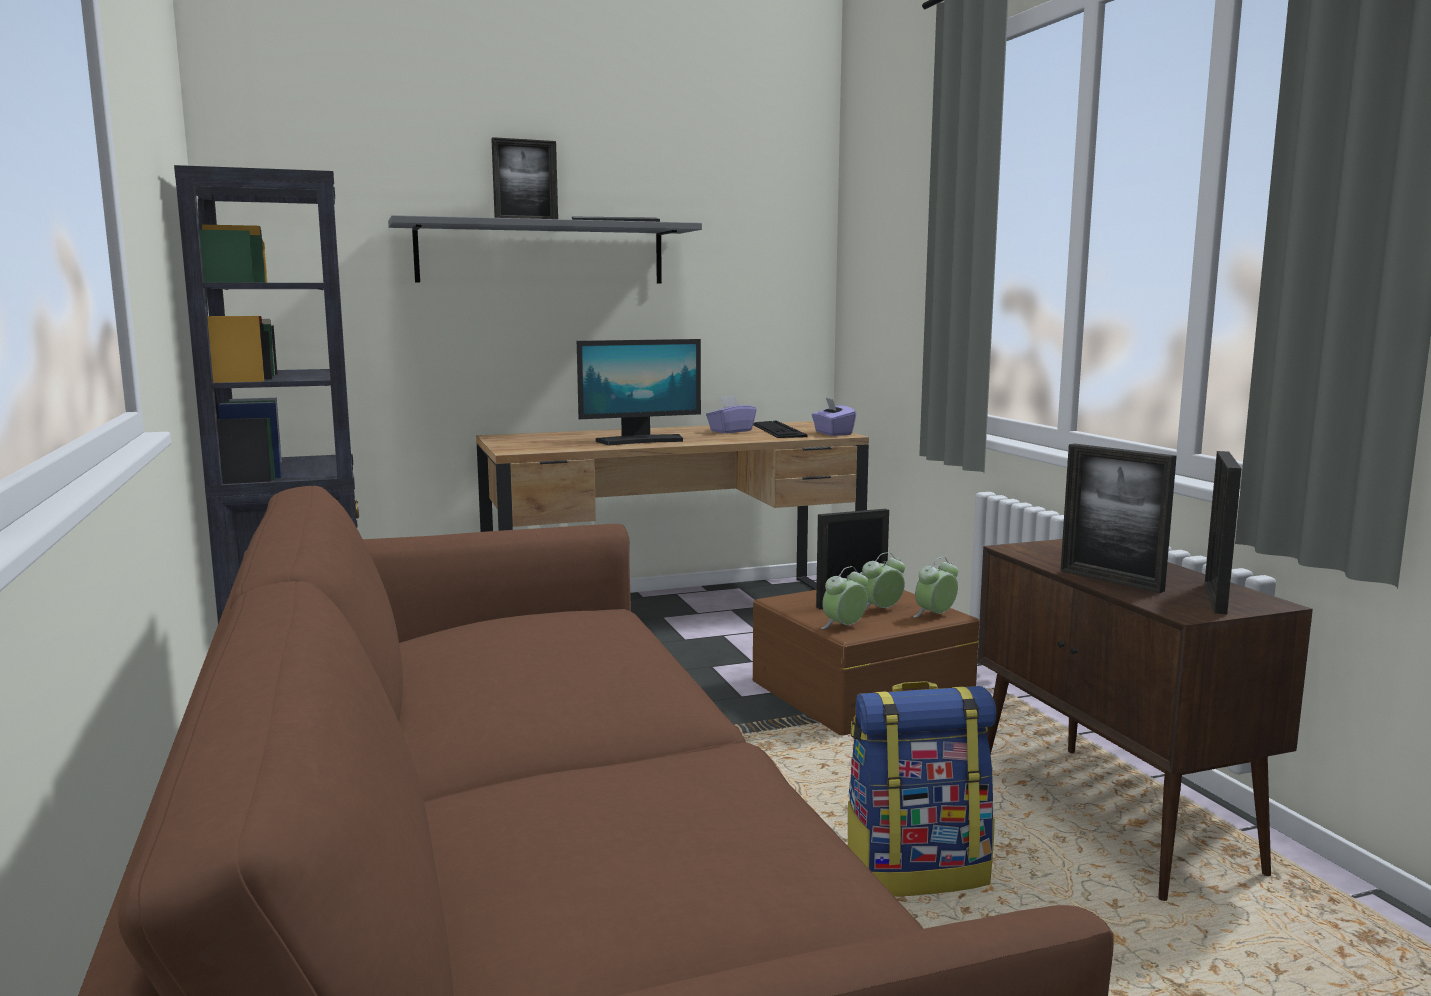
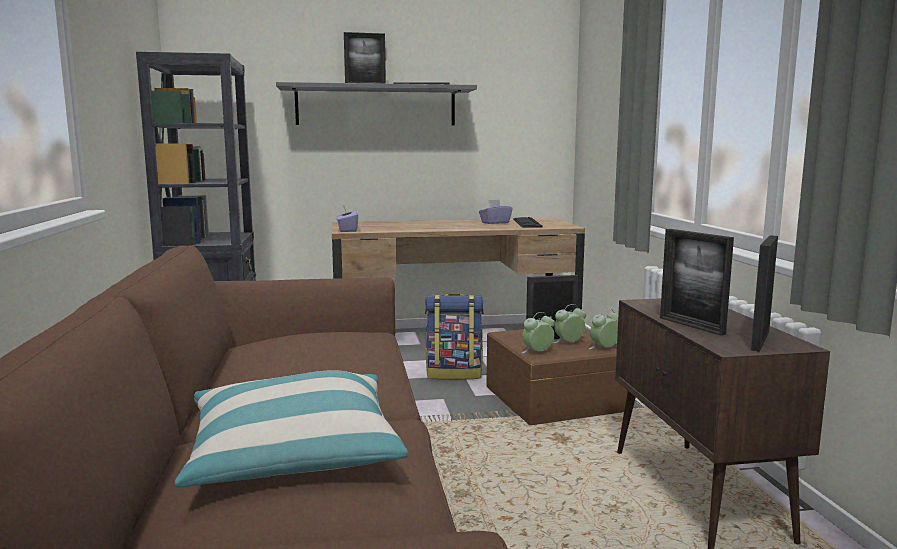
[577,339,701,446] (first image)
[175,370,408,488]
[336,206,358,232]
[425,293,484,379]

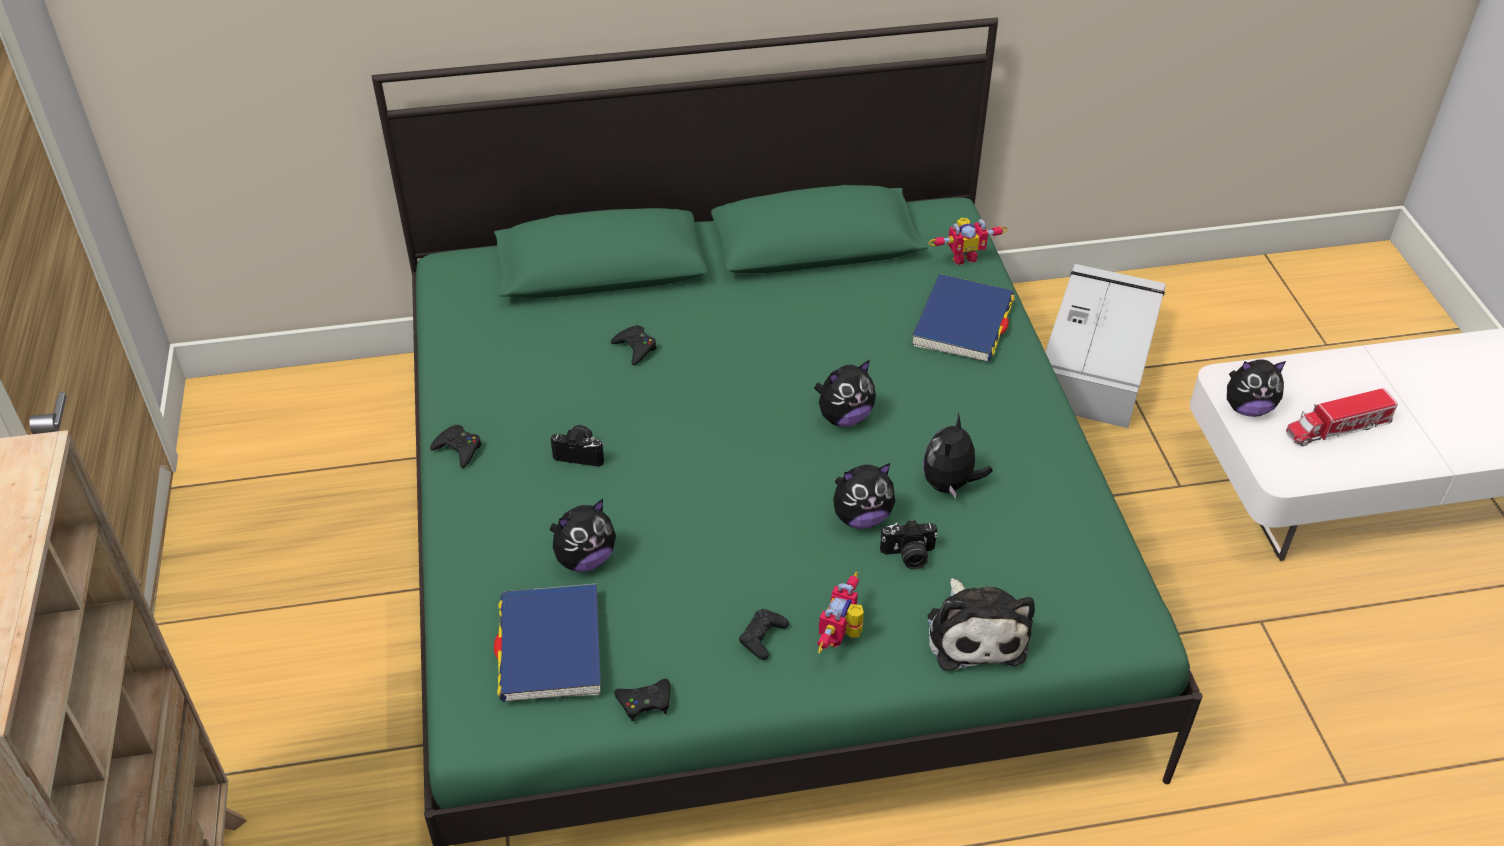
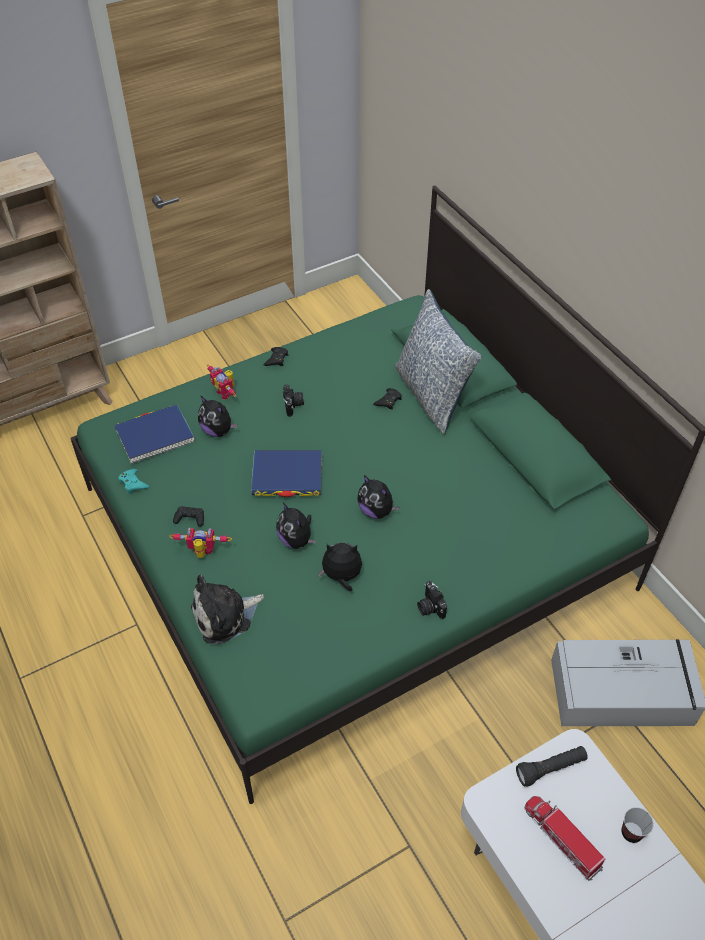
[395,289,482,435]
[621,807,653,843]
[417,581,447,619]
[251,450,322,497]
[207,365,236,400]
[516,746,588,787]
[119,469,149,494]

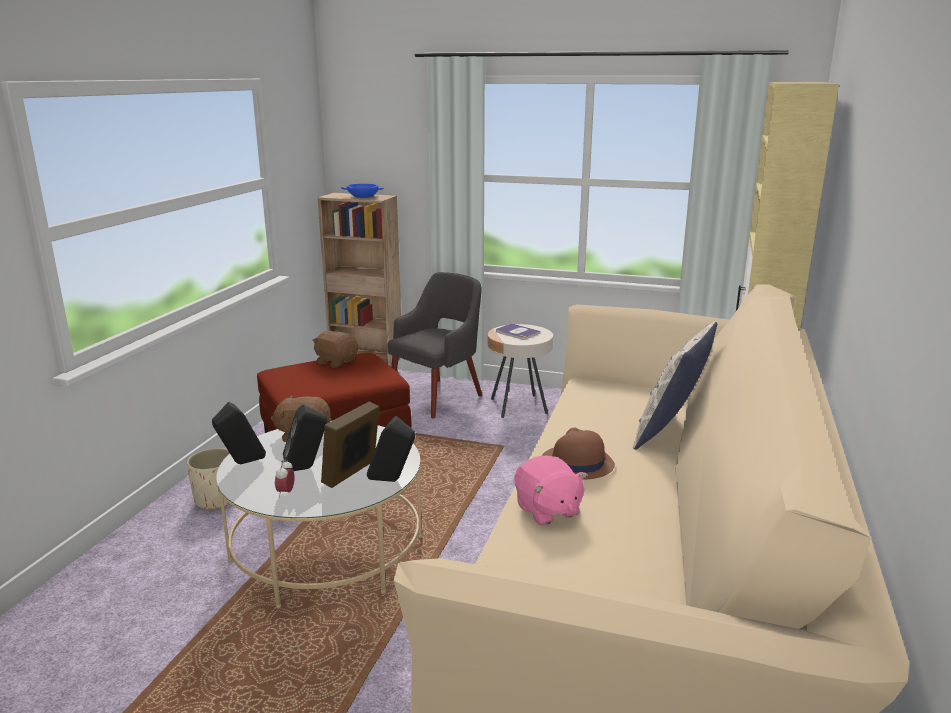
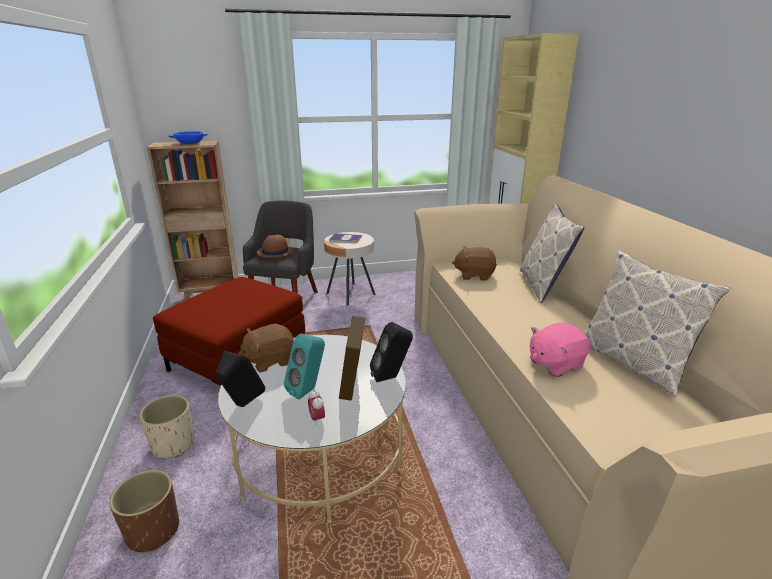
[109,470,179,553]
[585,250,730,397]
[452,246,497,281]
[256,235,293,258]
[284,334,325,400]
[530,323,591,377]

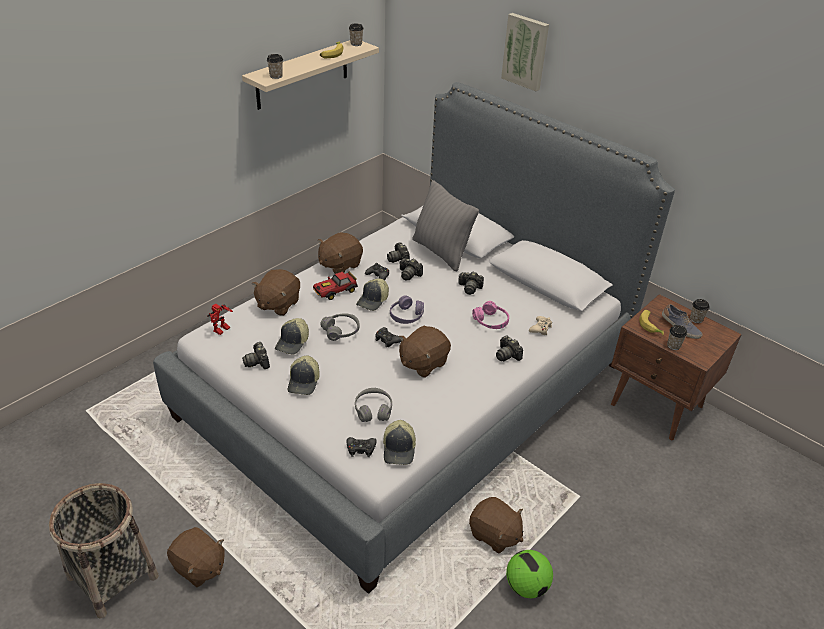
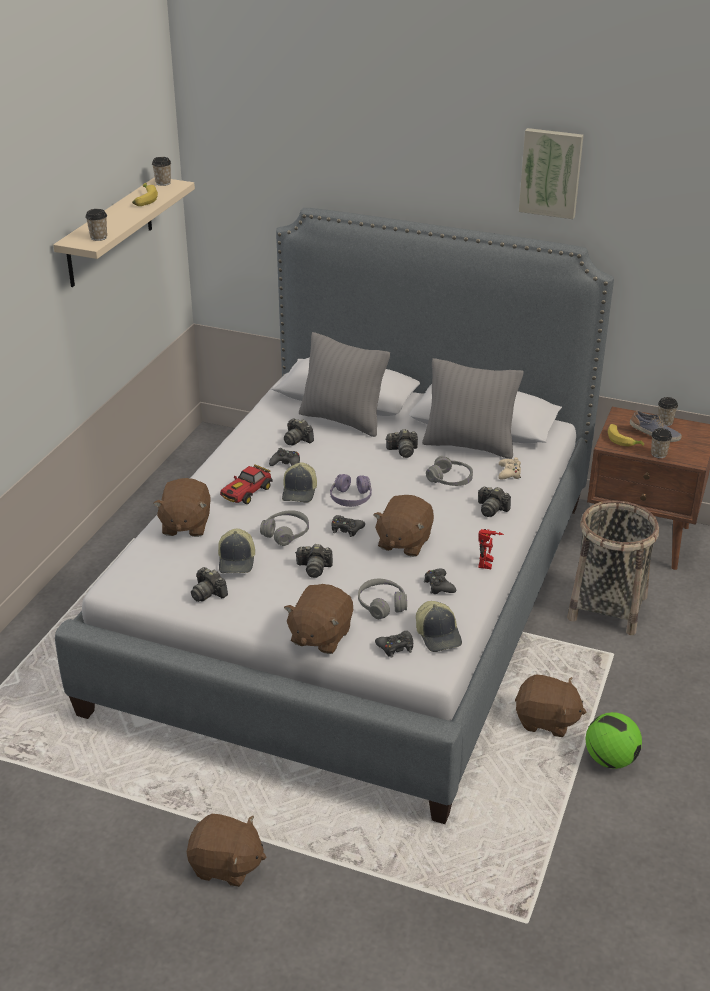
[288,356,320,395] (first image)
[422,358,523,459]
[424,569,456,594]
[567,501,659,635]
[478,529,504,569]
[284,584,353,654]
[296,544,333,578]
[519,128,583,219]
[426,456,473,486]

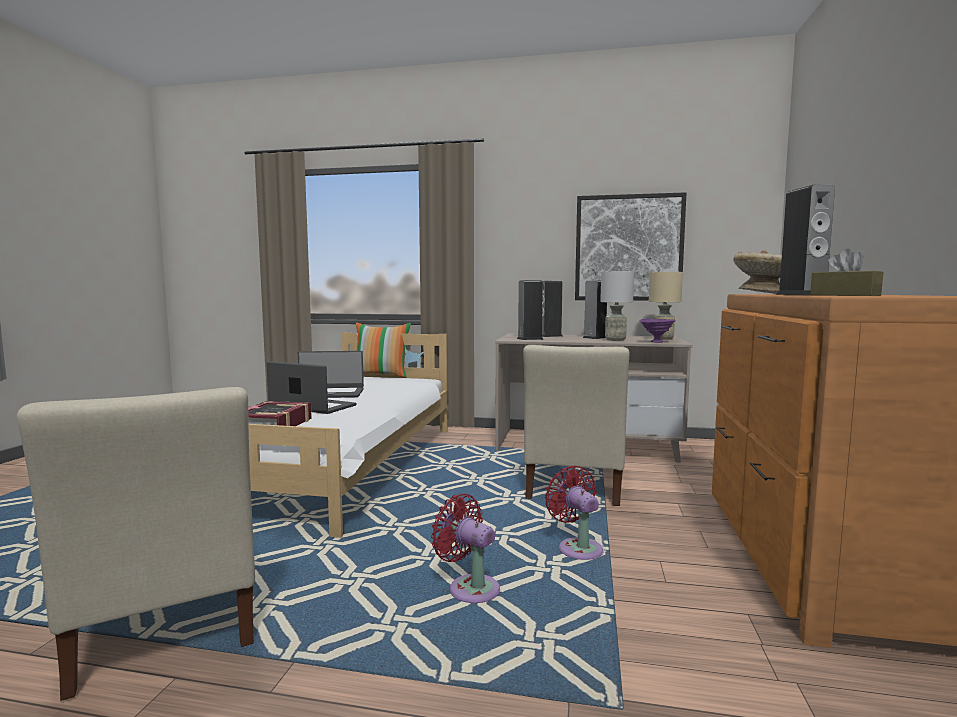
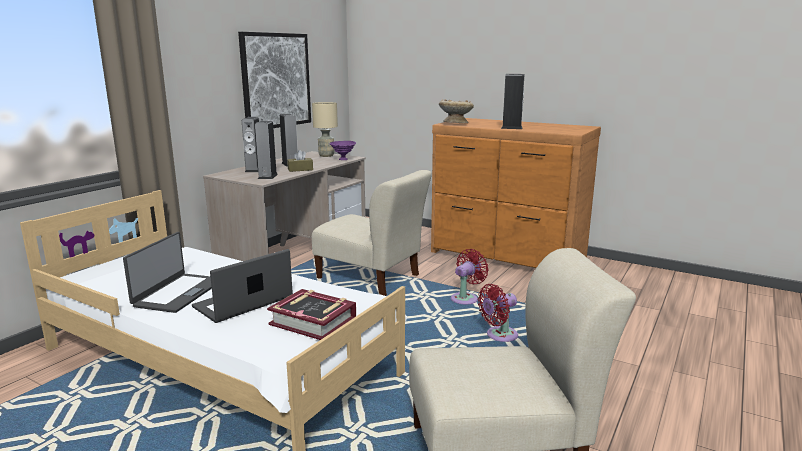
[356,323,411,378] (first image)
[600,271,634,341] (first image)
[287,150,313,172]
[451,249,489,304]

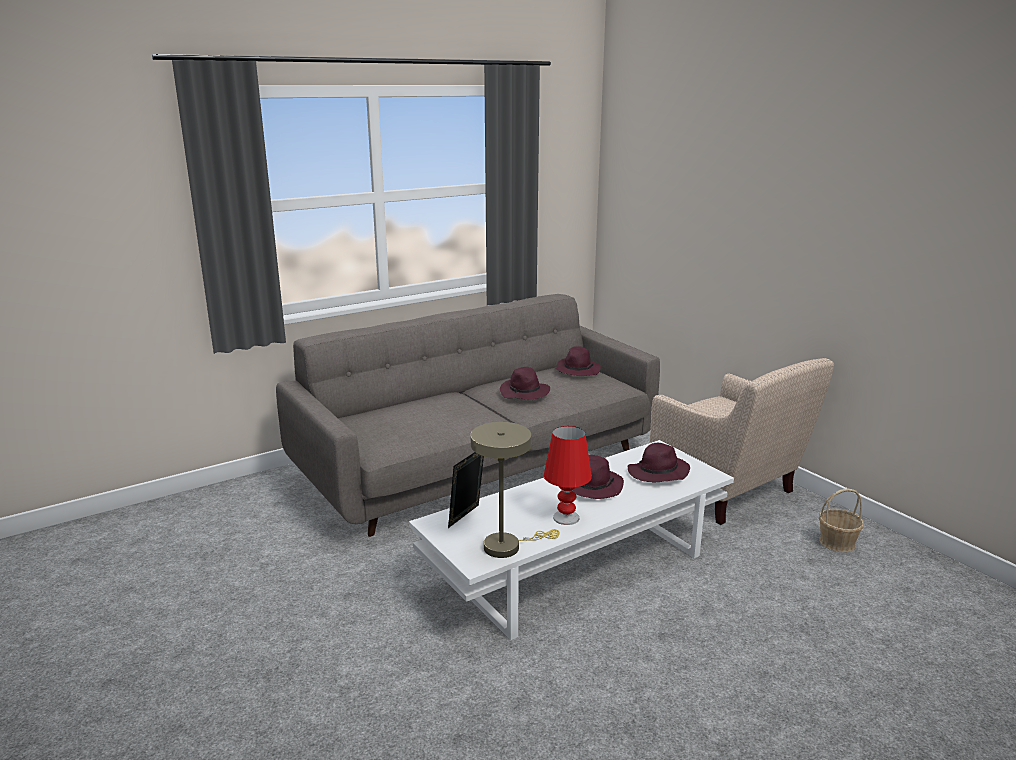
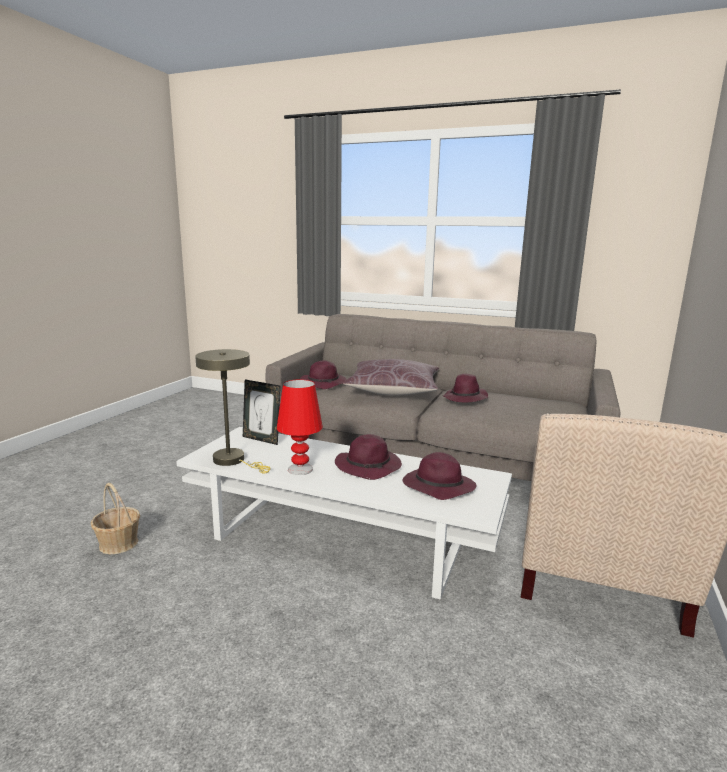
[343,359,439,396]
[300,360,347,389]
[91,483,140,554]
[243,379,281,445]

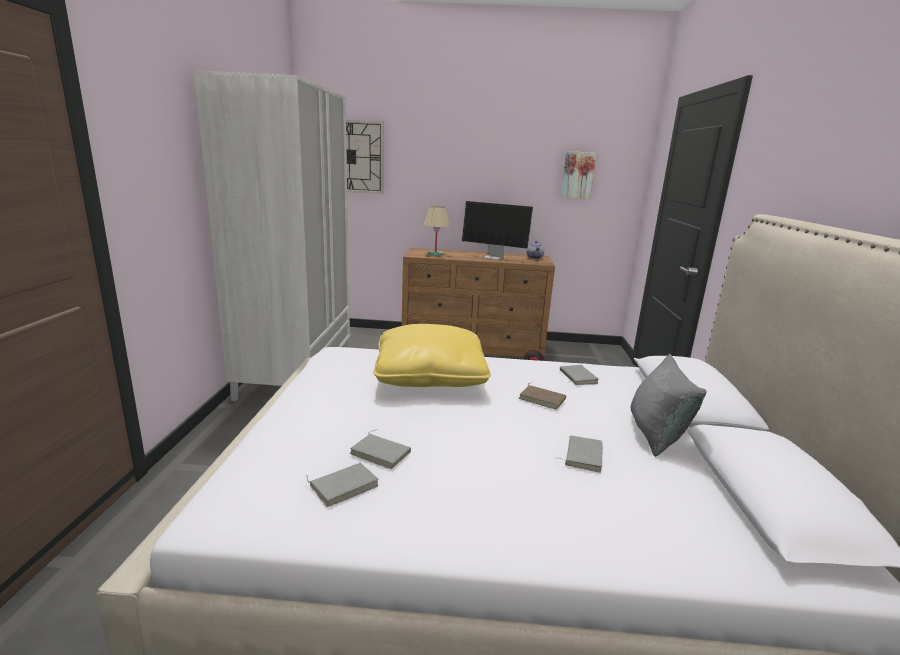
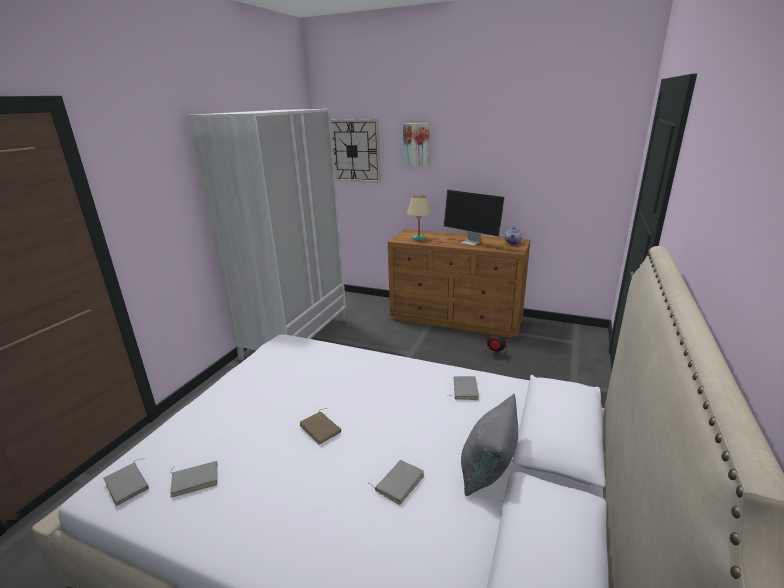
[373,324,491,387] (first image)
[103,458,149,506]
[300,408,341,444]
[403,123,430,166]

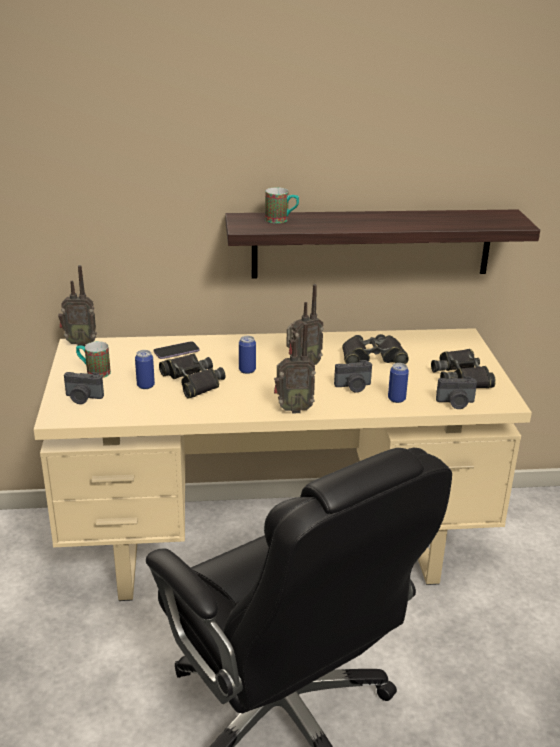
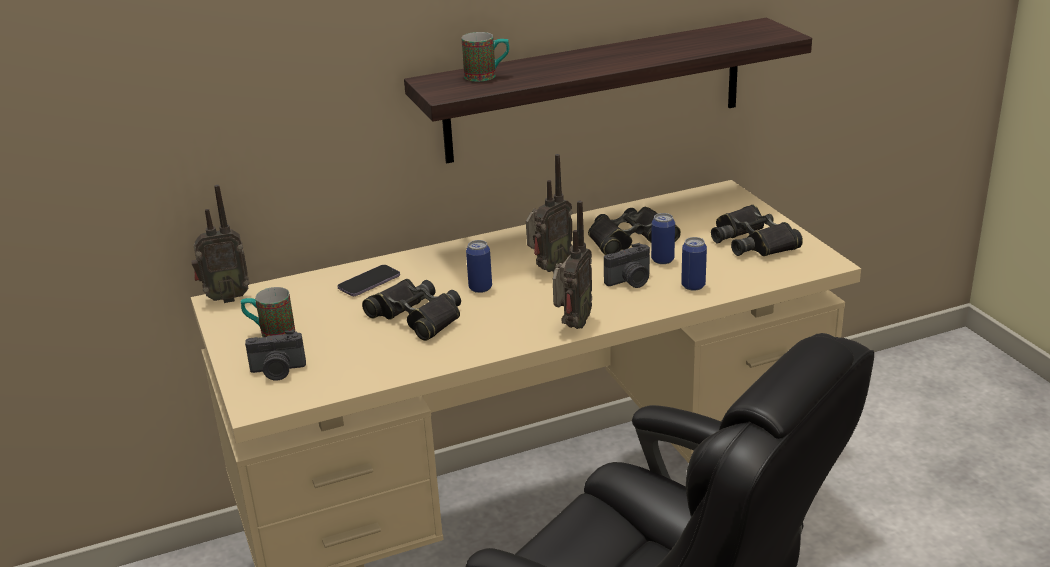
[436,376,477,409] (first image)
[651,213,675,264]
[553,201,592,329]

